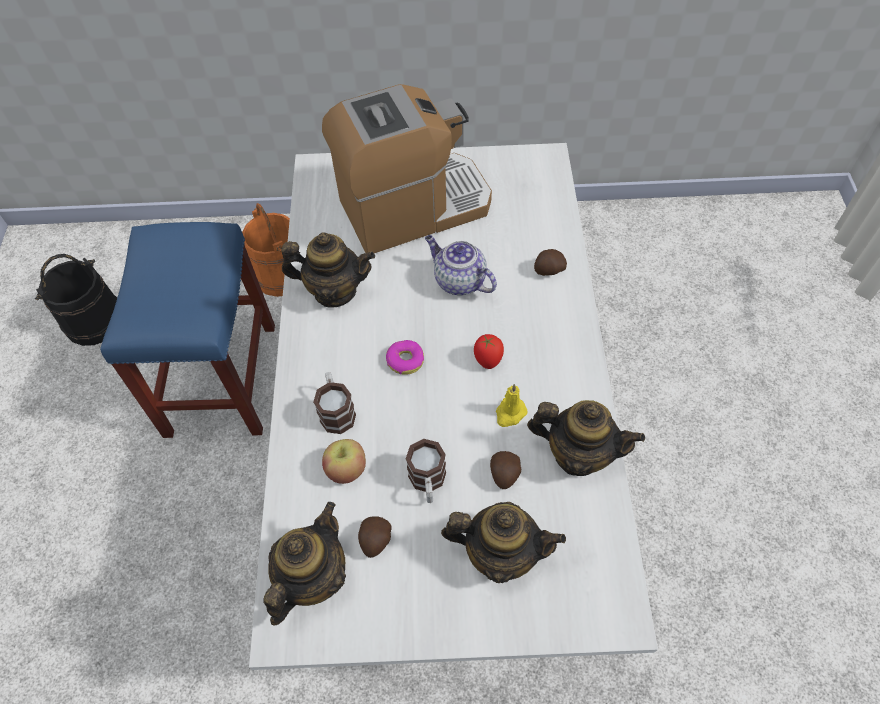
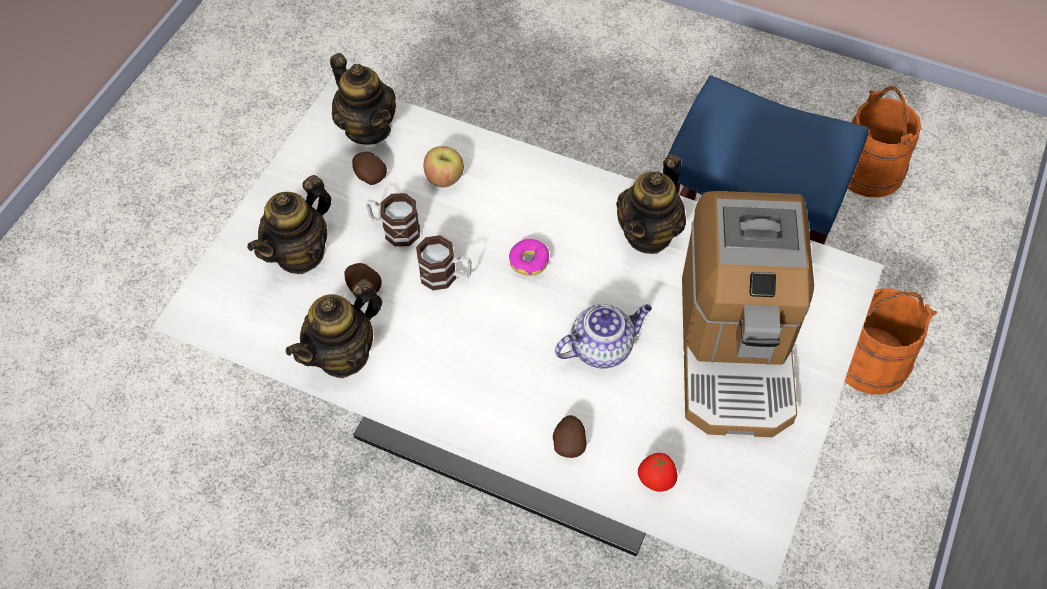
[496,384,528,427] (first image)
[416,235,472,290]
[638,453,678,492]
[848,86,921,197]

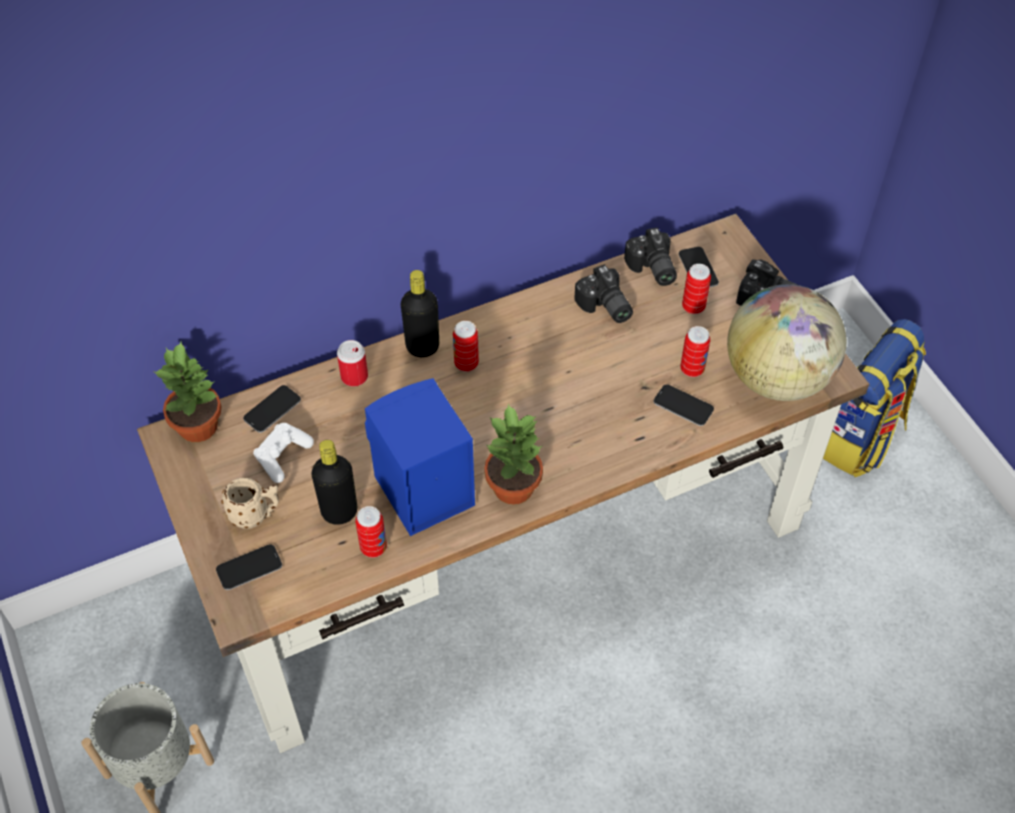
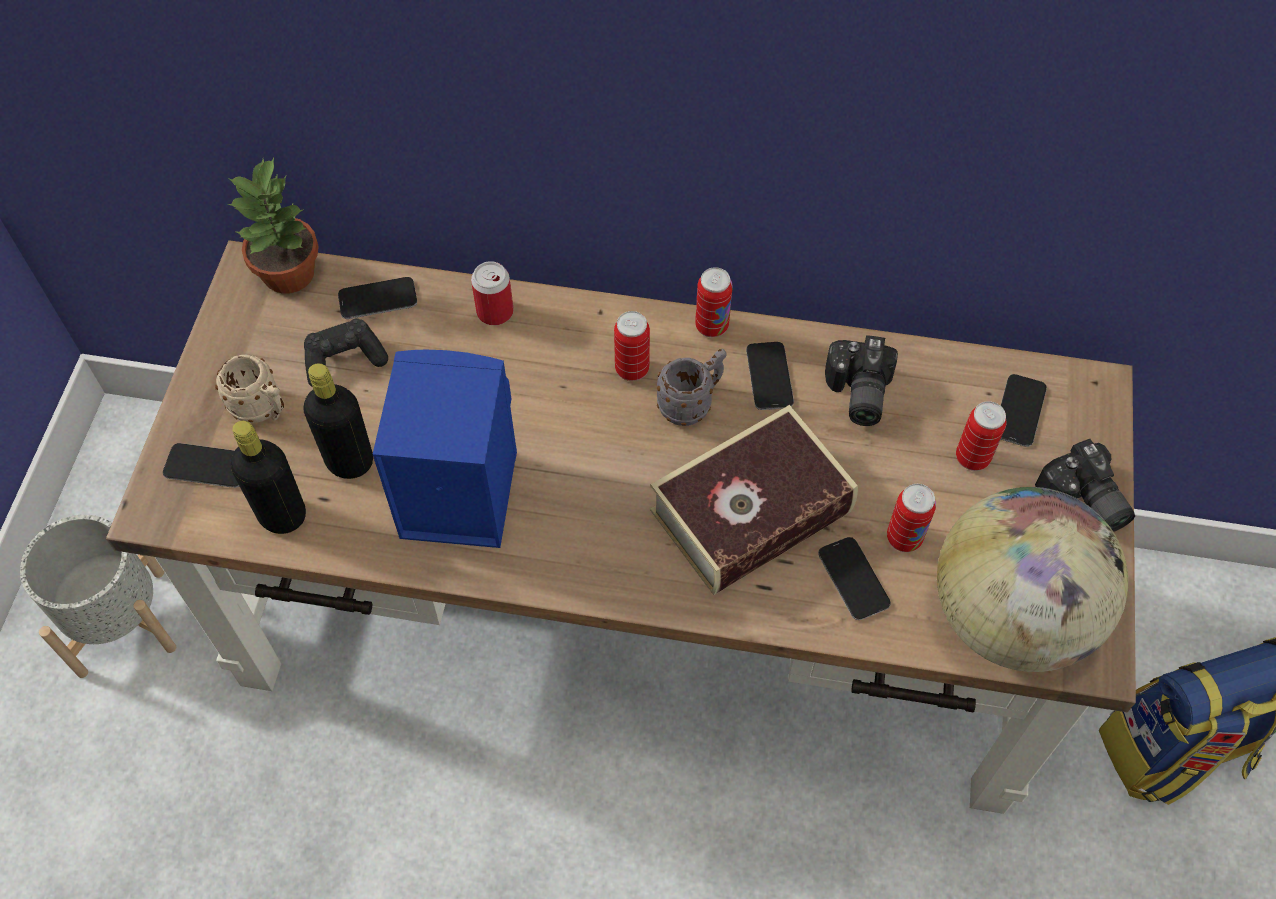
[484,404,543,505] (first image)
[624,227,677,286] (first image)
[650,405,858,595]
[657,349,727,426]
[746,342,794,410]
[695,267,733,337]
[231,421,306,534]
[304,318,388,387]

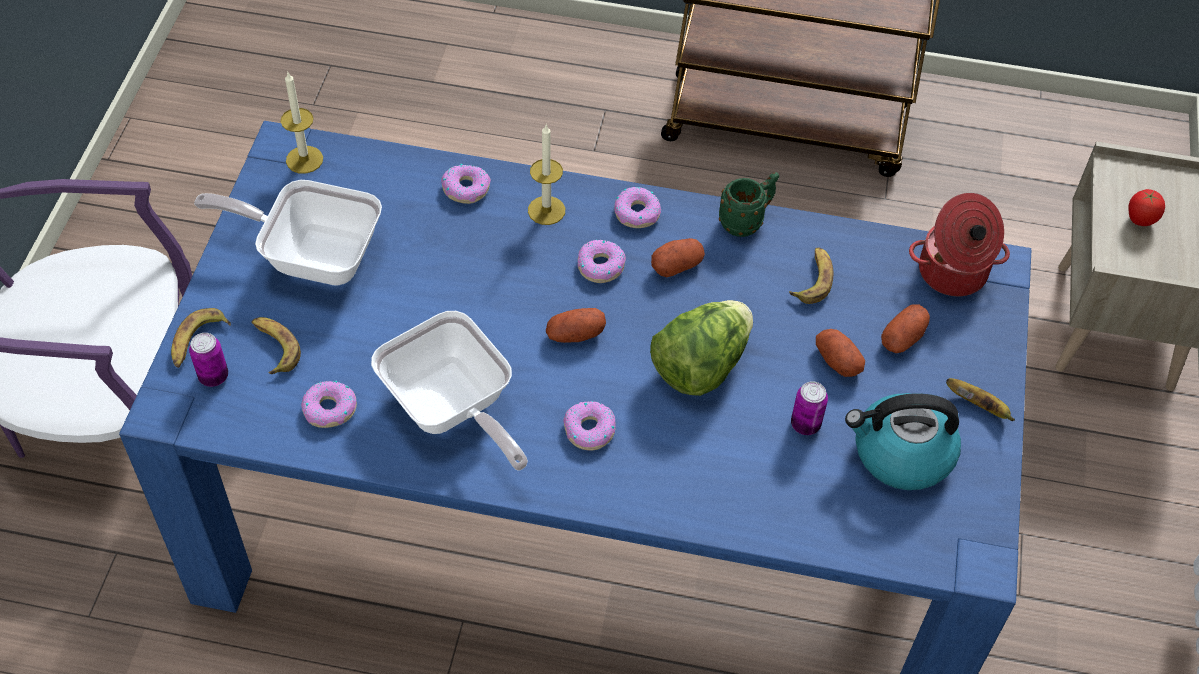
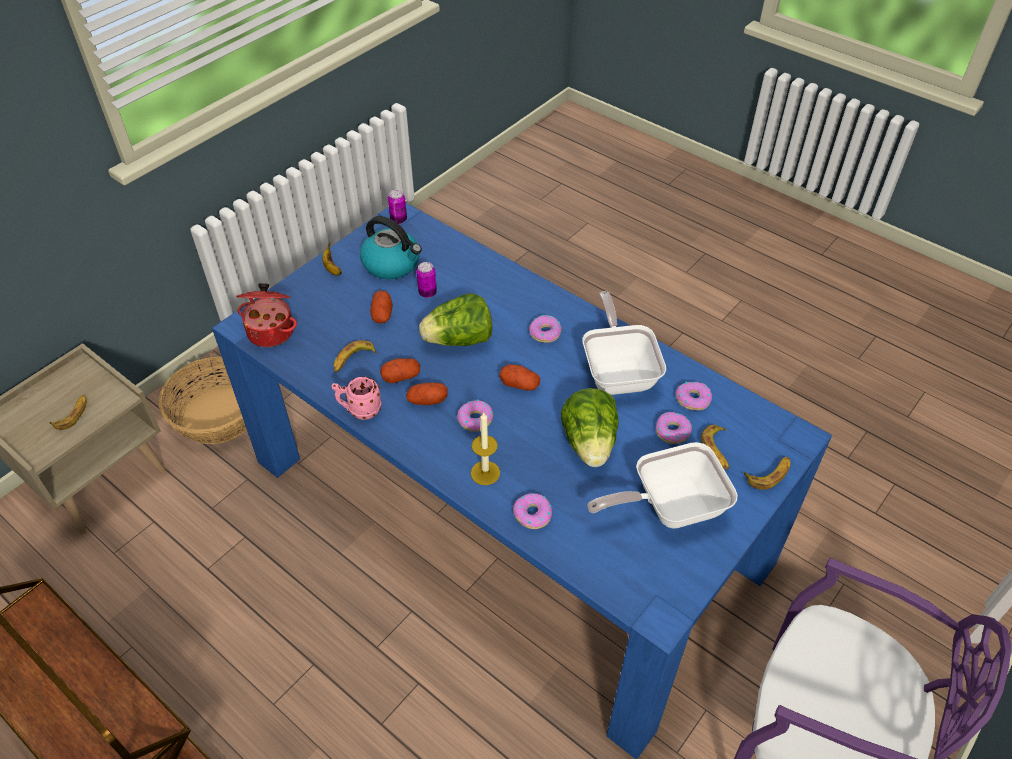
[280,72,323,174] (first image)
[159,357,247,444]
[561,388,619,467]
[388,190,407,224]
[656,412,692,444]
[380,358,420,383]
[50,395,86,430]
[331,377,381,420]
[587,442,738,529]

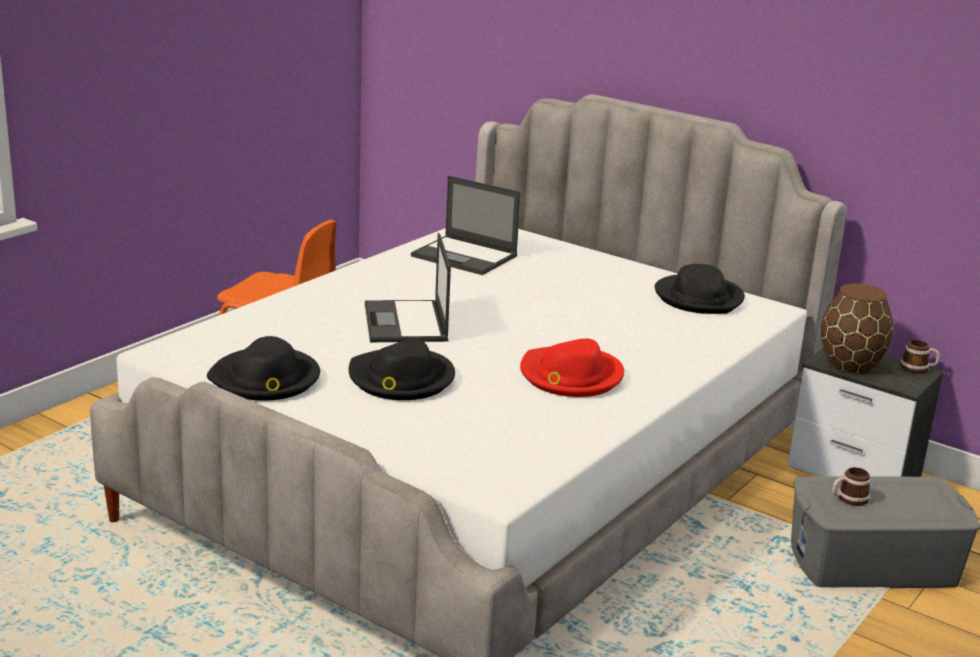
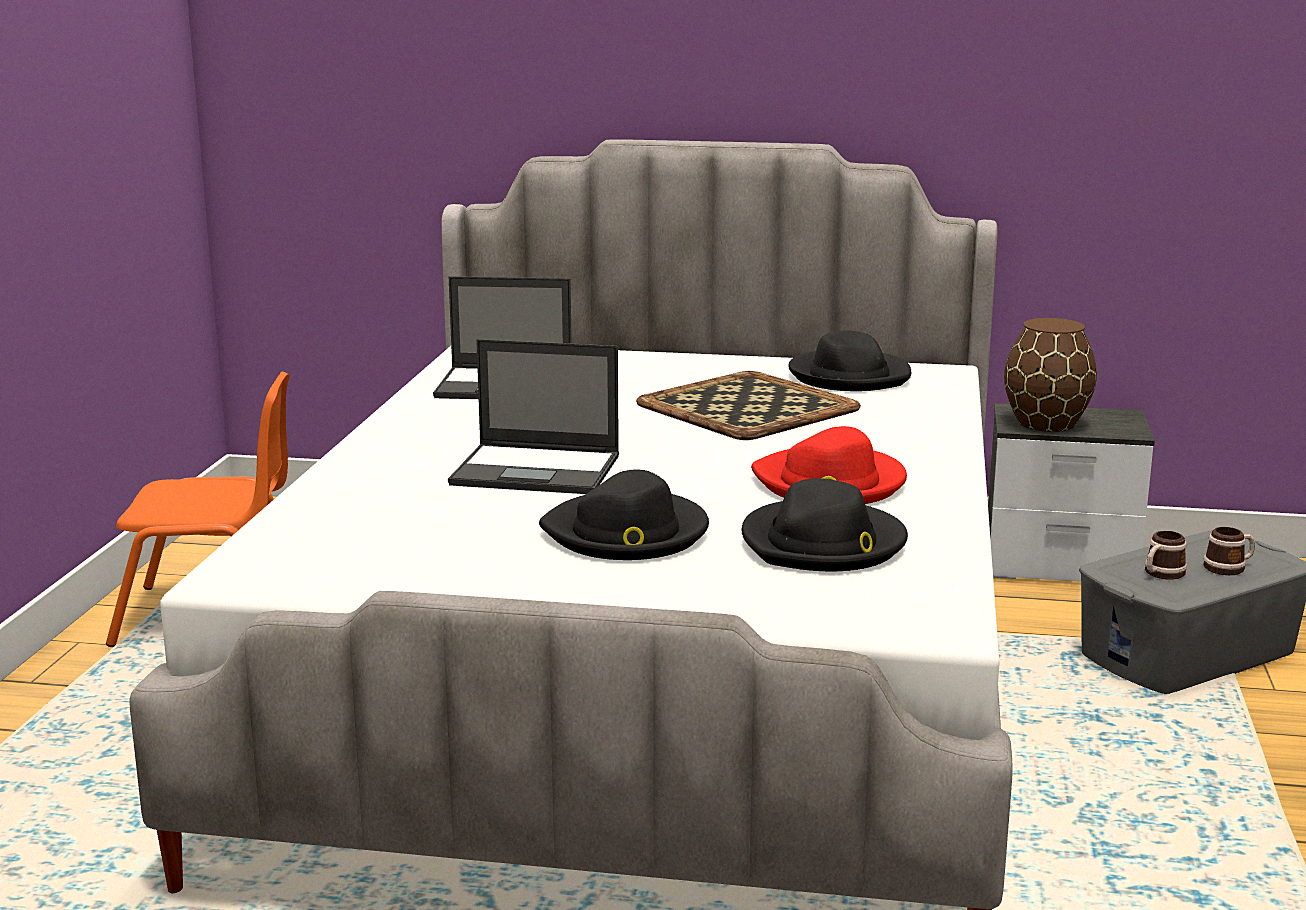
[636,371,861,440]
[741,478,908,571]
[1203,527,1255,575]
[448,339,619,494]

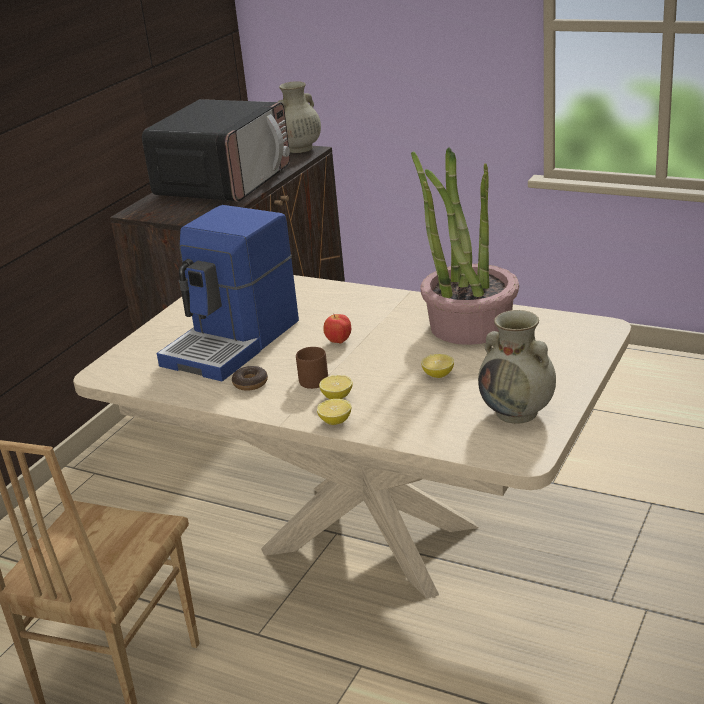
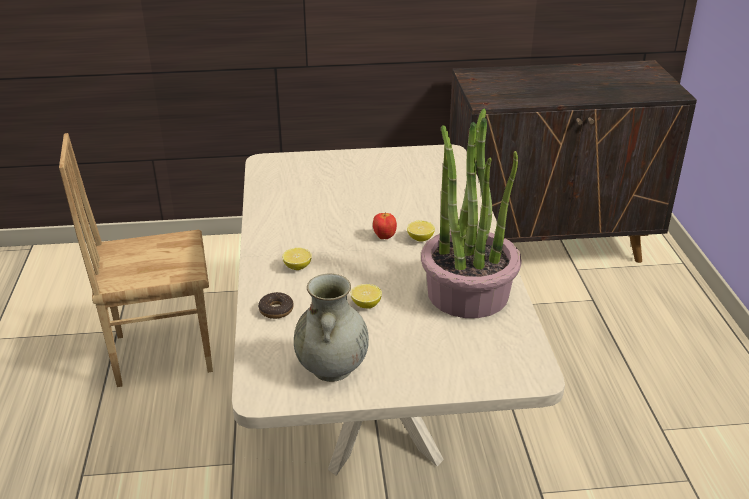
[142,99,290,201] (first image)
[157,205,299,381] (first image)
[278,81,321,153] (first image)
[296,347,328,389] (first image)
[258,292,294,319]
[407,220,435,242]

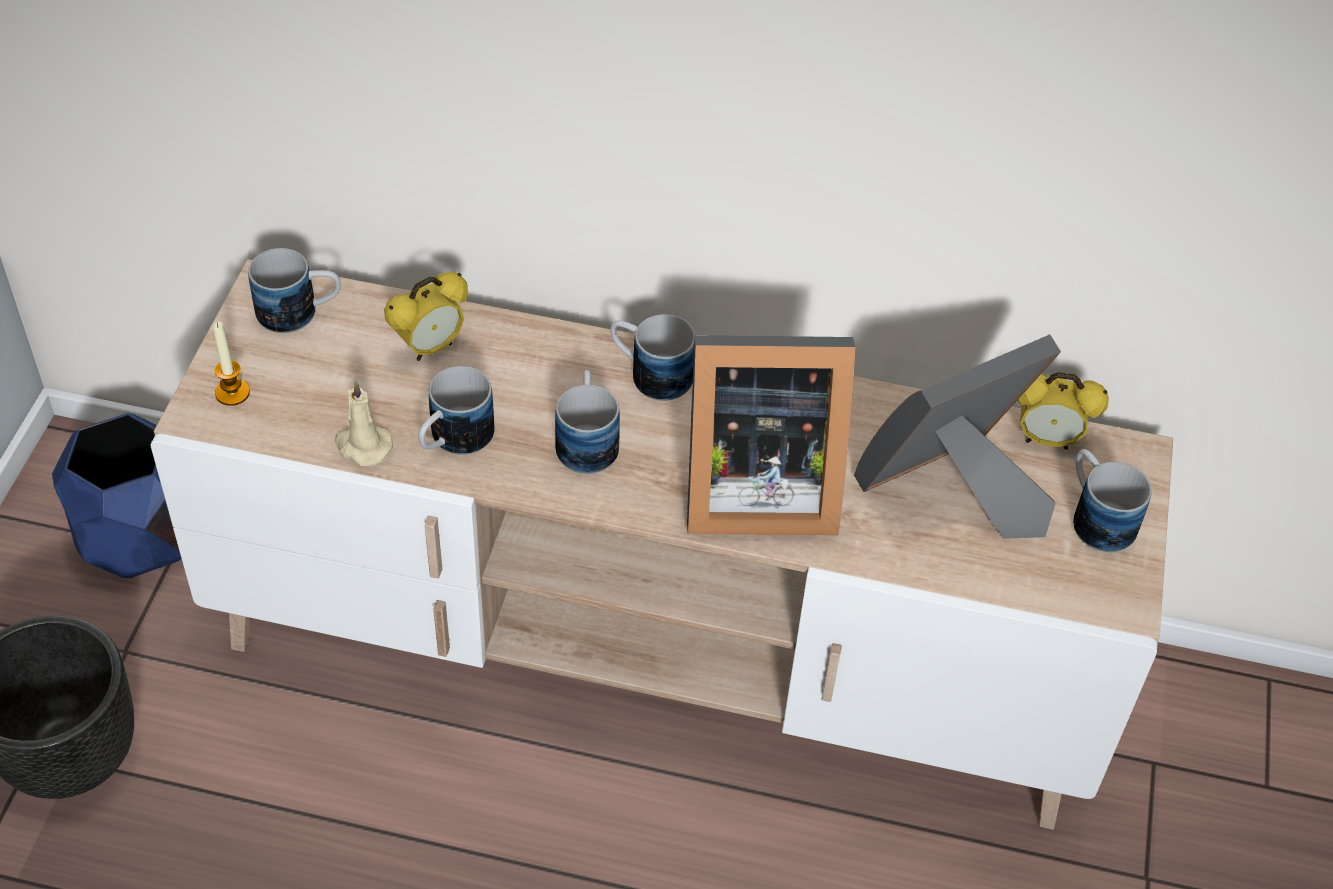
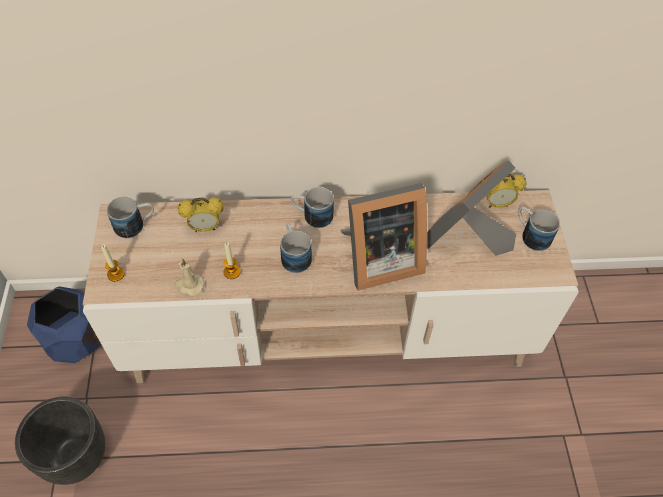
[223,242,241,279]
[178,197,224,232]

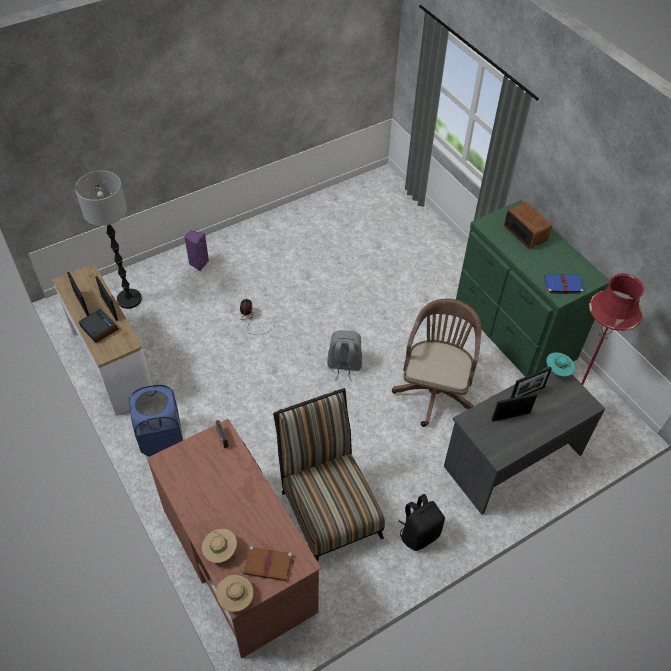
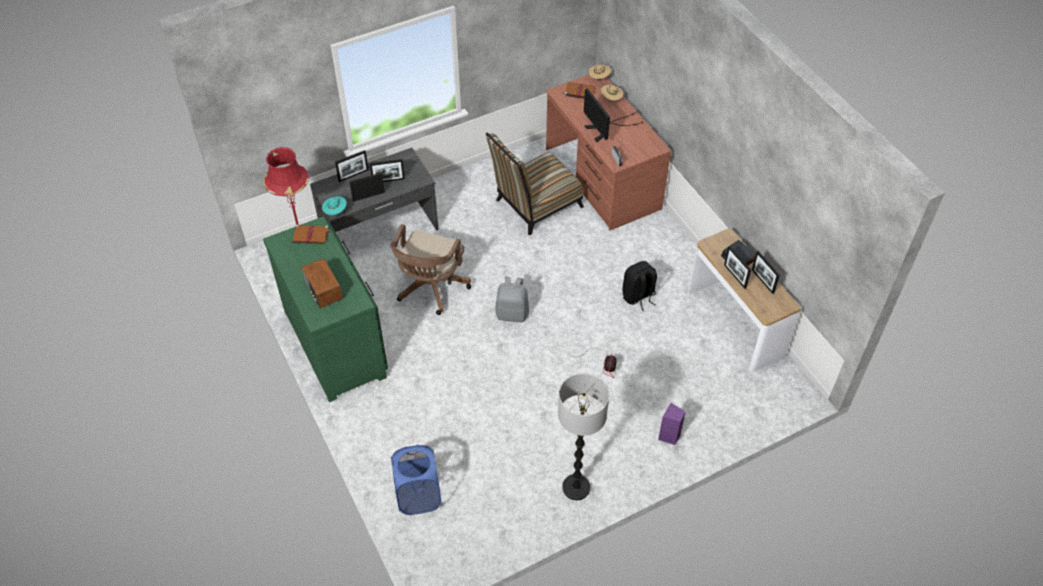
[335,150,369,182]
[584,89,643,142]
[558,373,609,500]
[391,445,441,515]
[622,261,657,311]
[292,225,331,244]
[486,132,584,236]

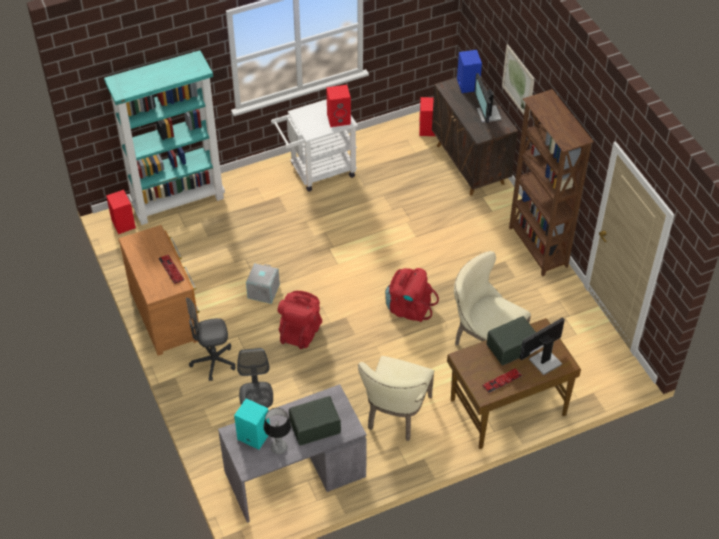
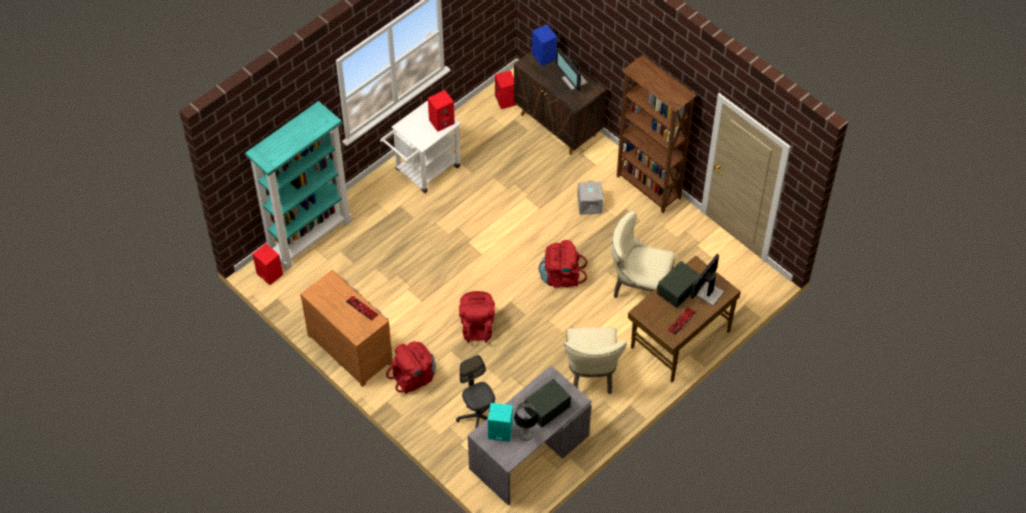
[502,44,535,121] (first image)
[577,180,603,215]
[386,341,436,394]

